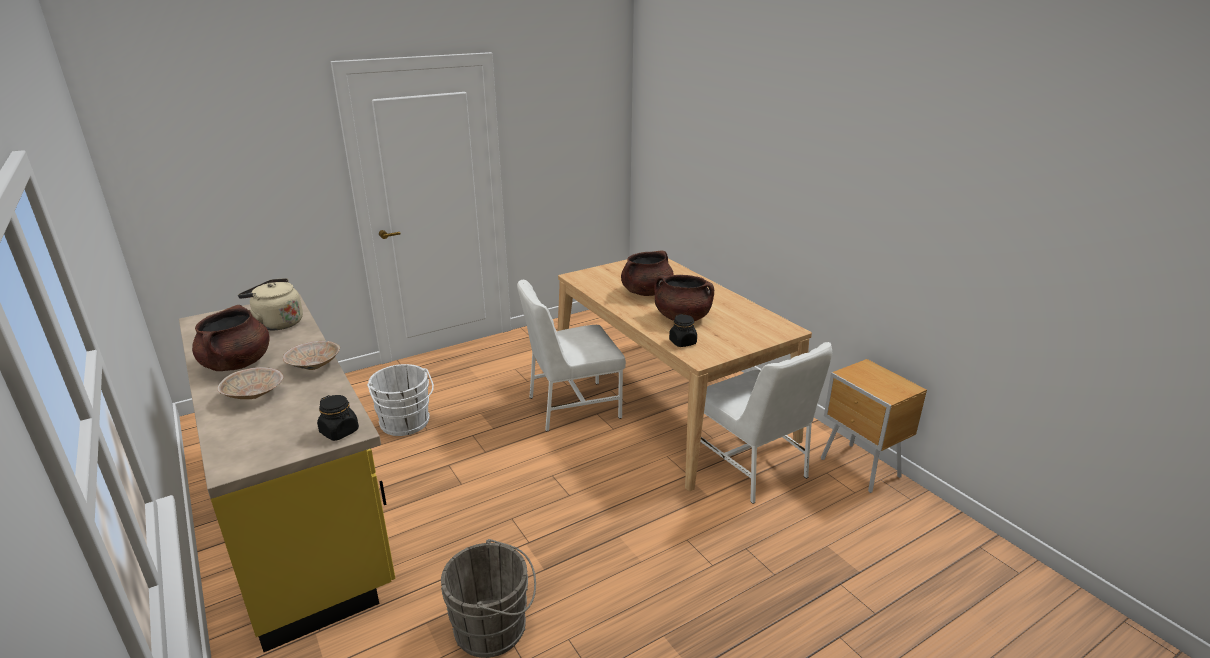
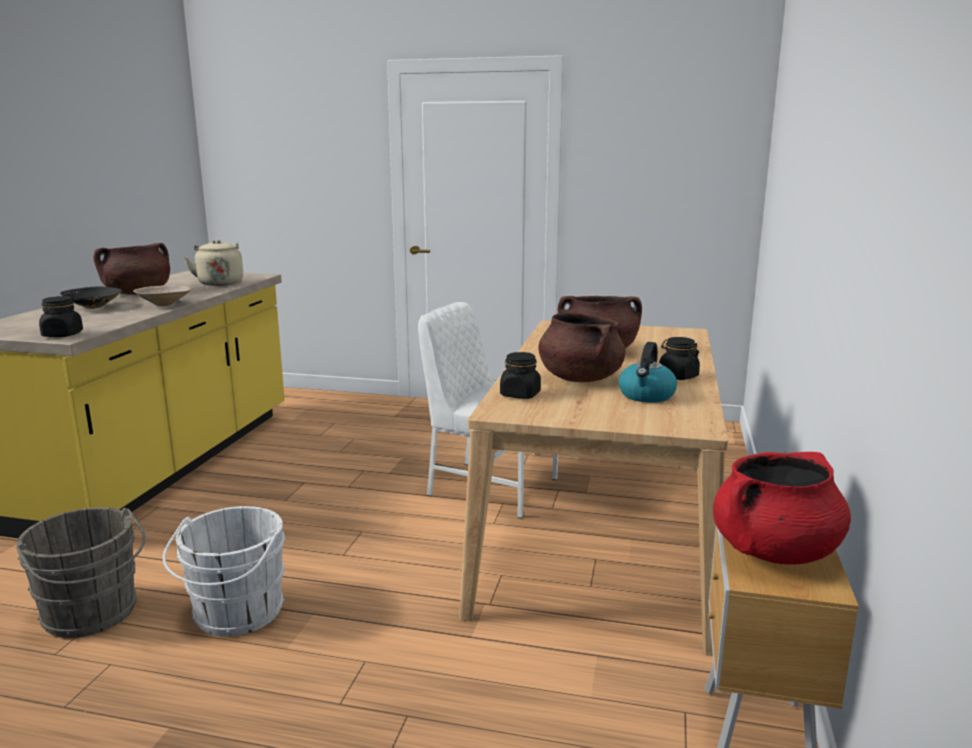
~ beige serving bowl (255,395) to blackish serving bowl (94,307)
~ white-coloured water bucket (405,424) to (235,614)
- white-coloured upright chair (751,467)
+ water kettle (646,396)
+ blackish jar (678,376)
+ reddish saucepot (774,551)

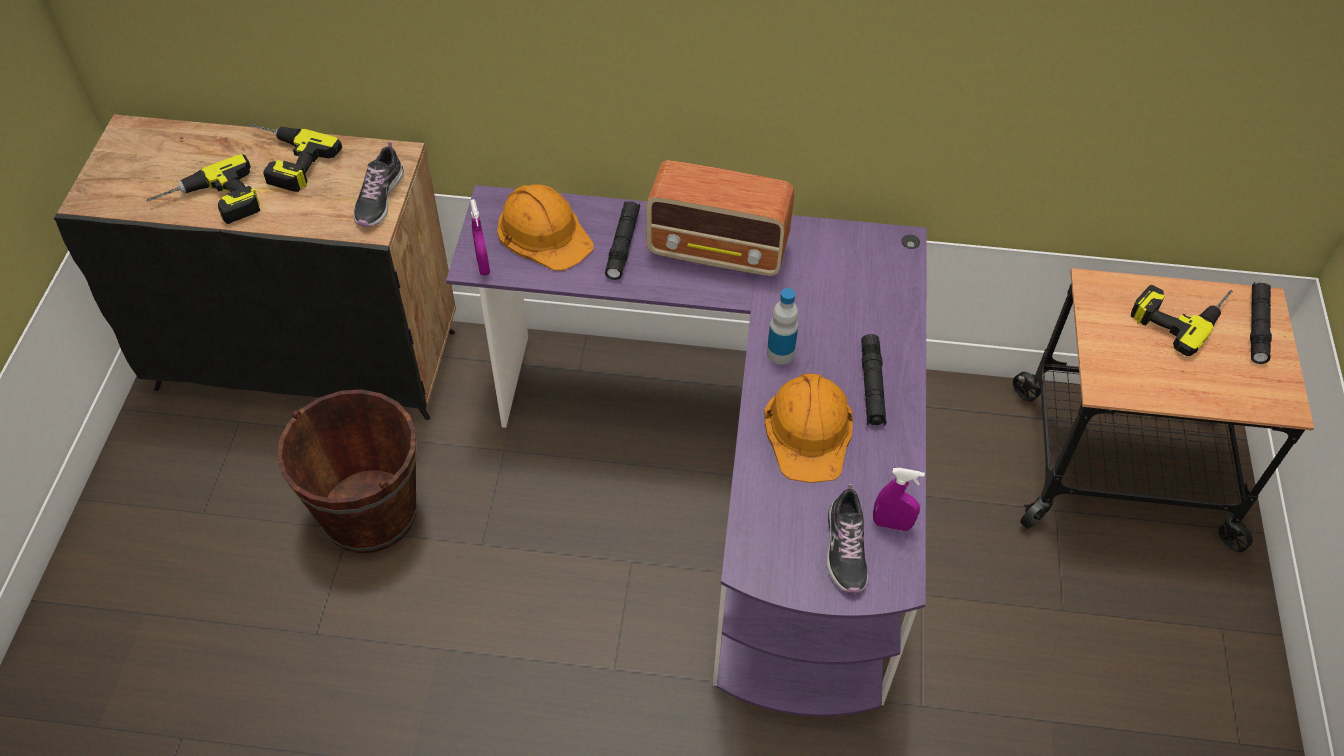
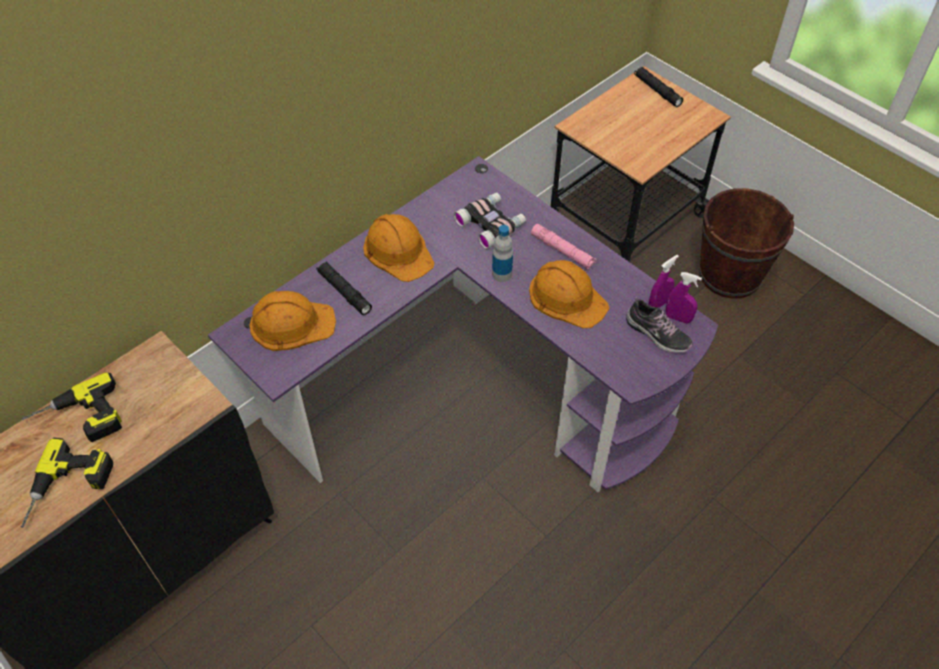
~ brown water bucket (370,512) to (729,275)
- shoe (379,198)
~ purple-coloured hand sprayer (483,265) to (678,318)
~ radio (719,250) to orangey hard hat (398,251)
~ blackish flashlight (872,386) to pink flashlight (562,251)
- power drill (1180,312)
+ field glasses (491,224)

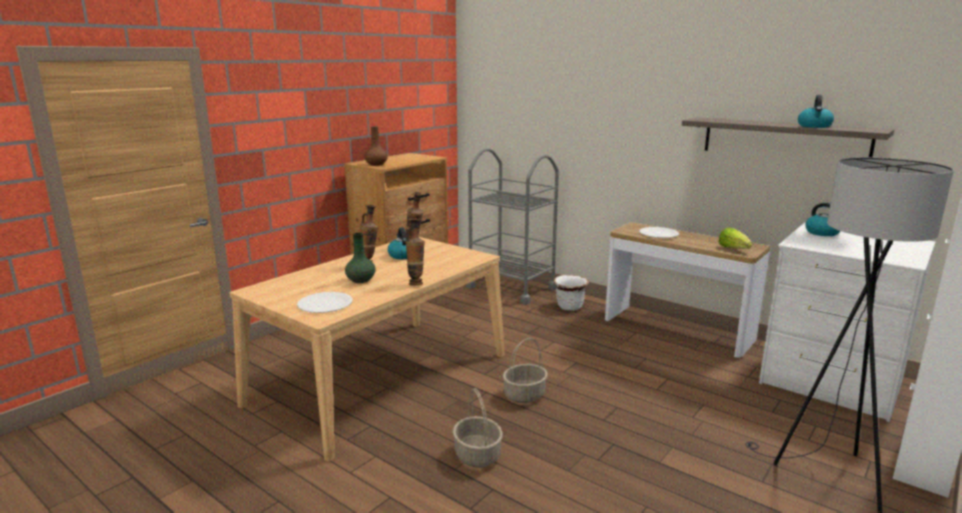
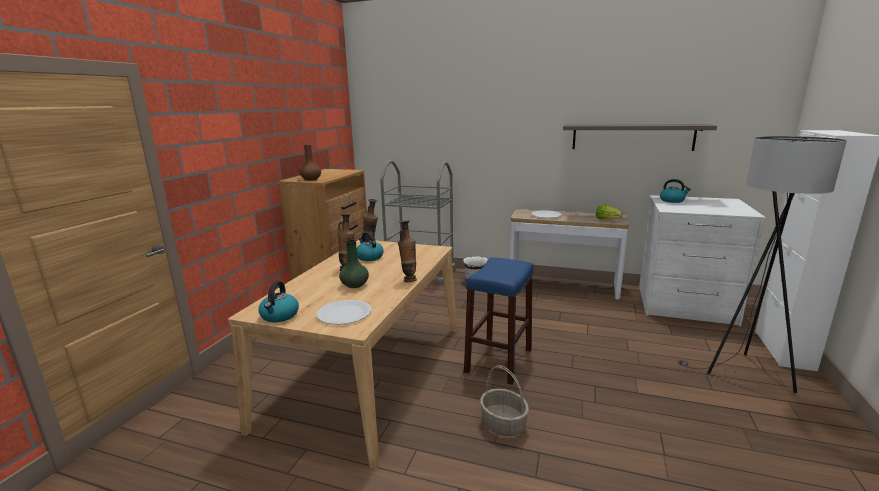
~ basket (524,395) to blue sitting stool (499,360)
~ water kettle (814,126) to (279,316)

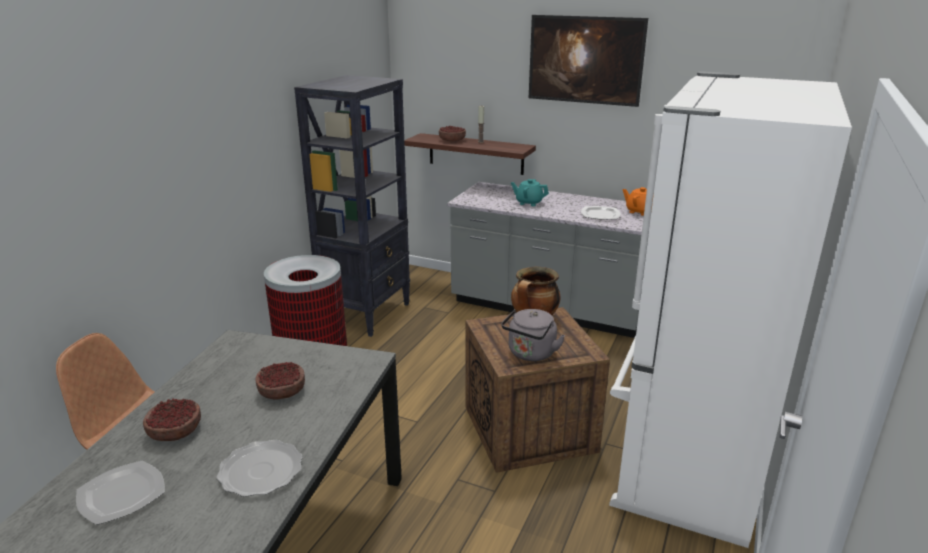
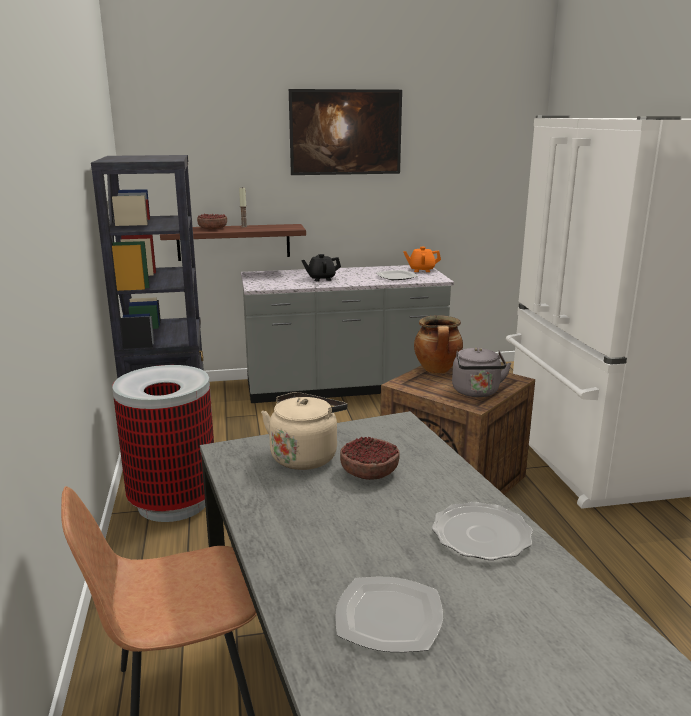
- serving bowl (176,431)
~ turquoise pot for tea (529,203) to blackish pot for tea (321,279)
+ beige water kettle (305,456)

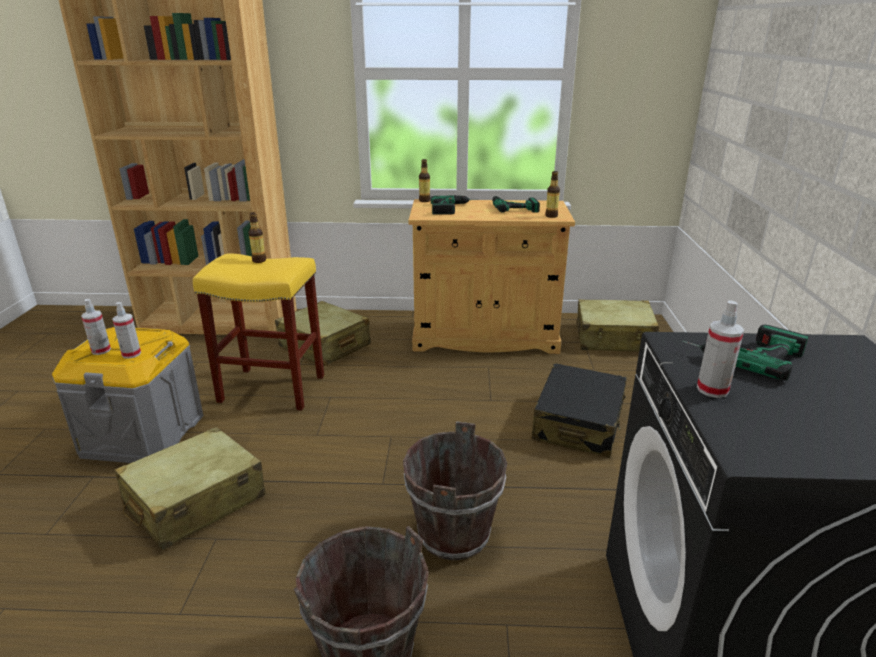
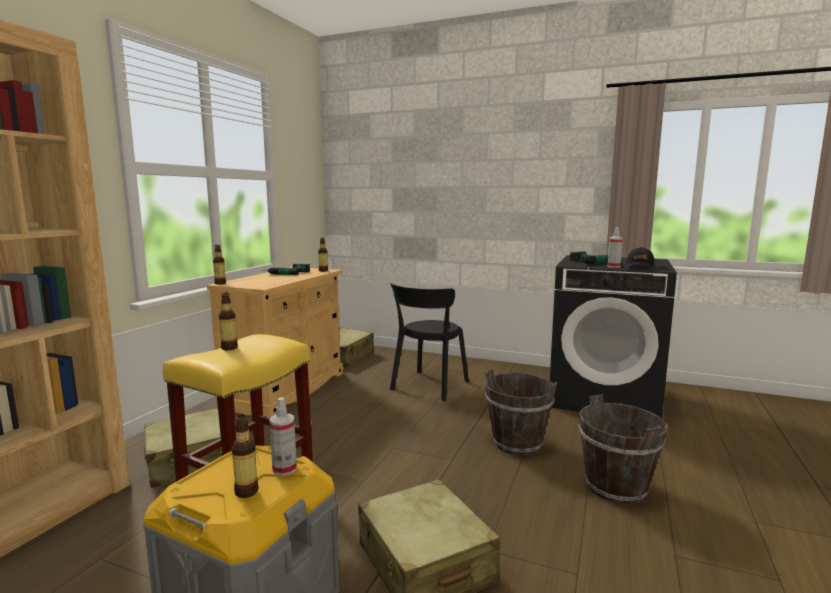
~ hand sprayer (101,350) to drink bottle (246,492)
- power drill (455,208)
~ blackish travel case (578,423) to blackish upright chair (428,387)
+ blackish cap (639,266)

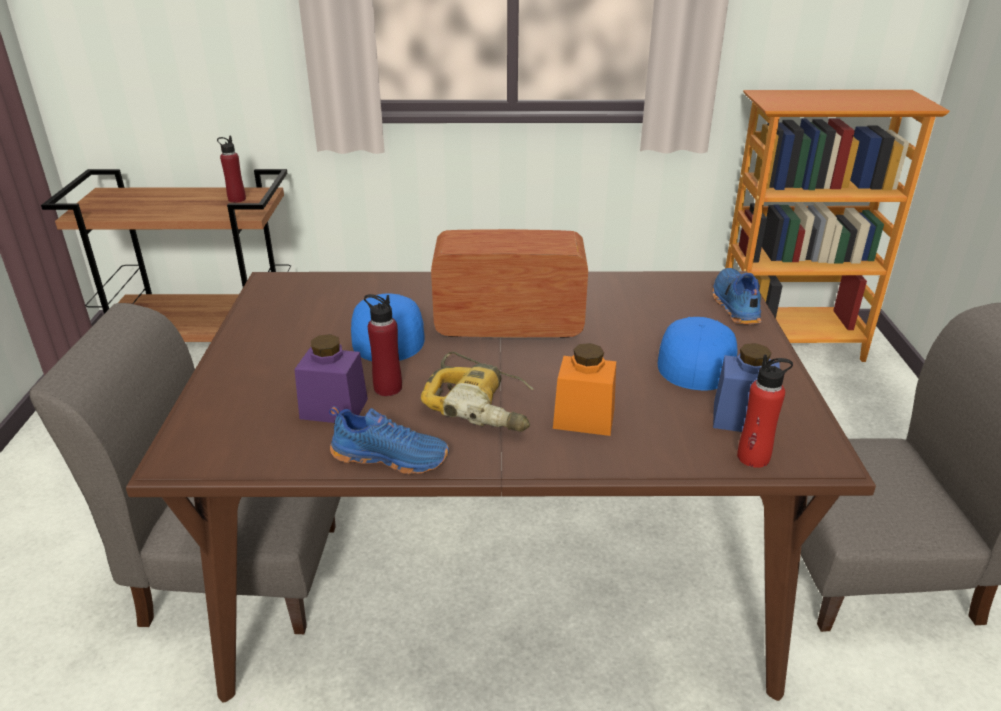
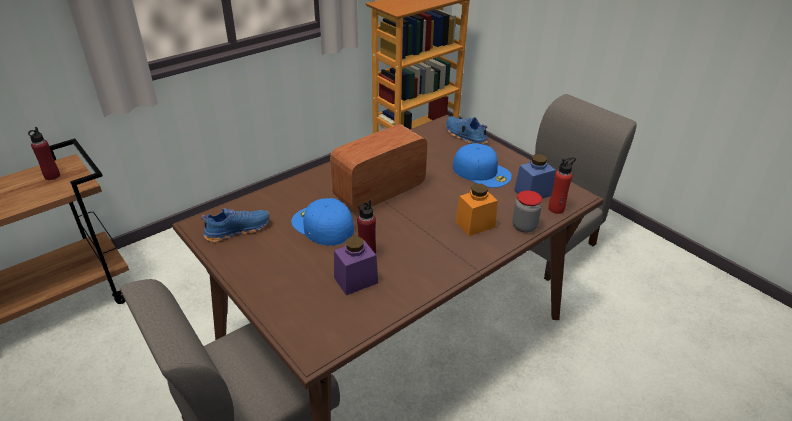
~ blue shoe (391,457) to (237,230)
- power drill (482,404)
~ blue cap (696,358) = (482,172) 150 degrees clockwise
+ jar (524,226)

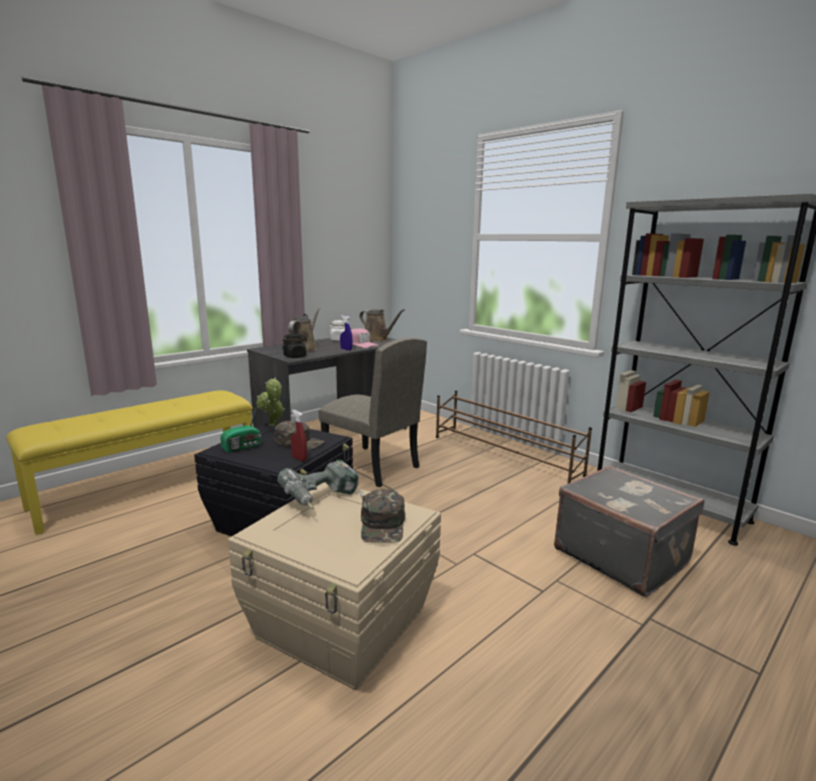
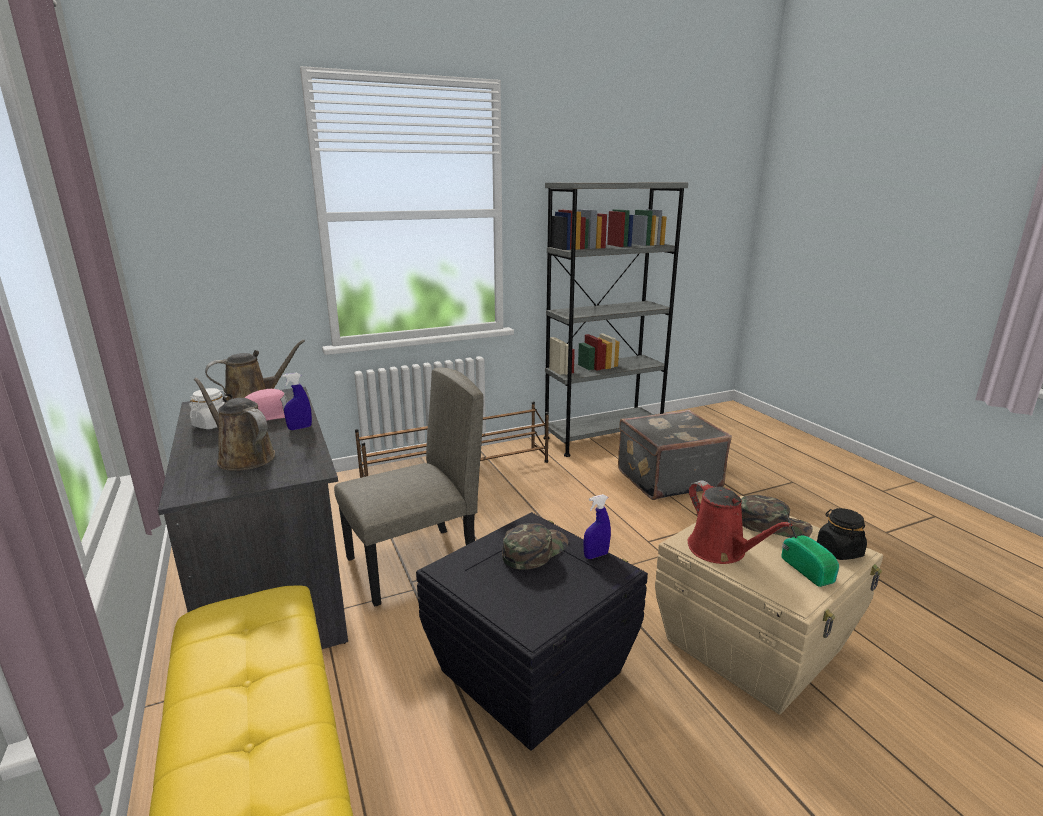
~ radio (243,447) to (806,569)
- plant in a pot (273,425)
~ power drill (323,500) to reddish watering can (720,551)
~ blackish jar (295,356) to (839,551)
~ reddish hand sprayer (299,459) to blue hand sprayer (596,555)

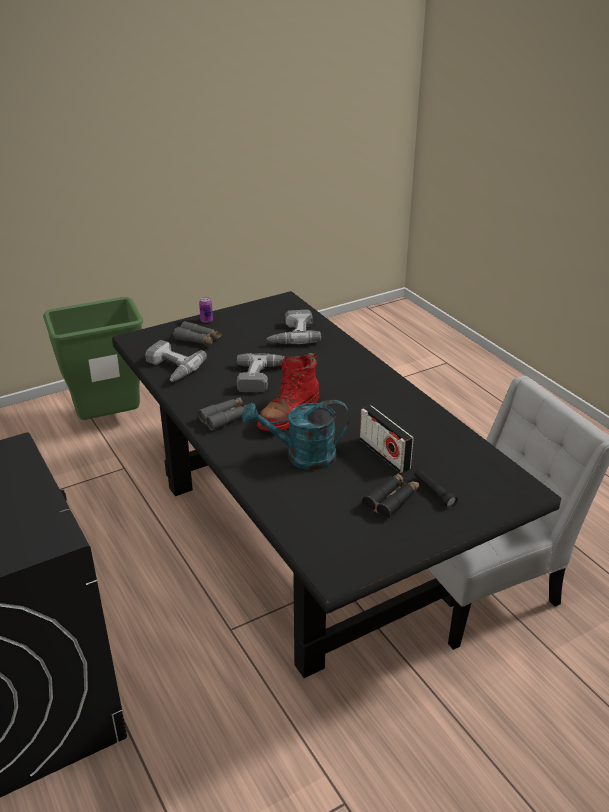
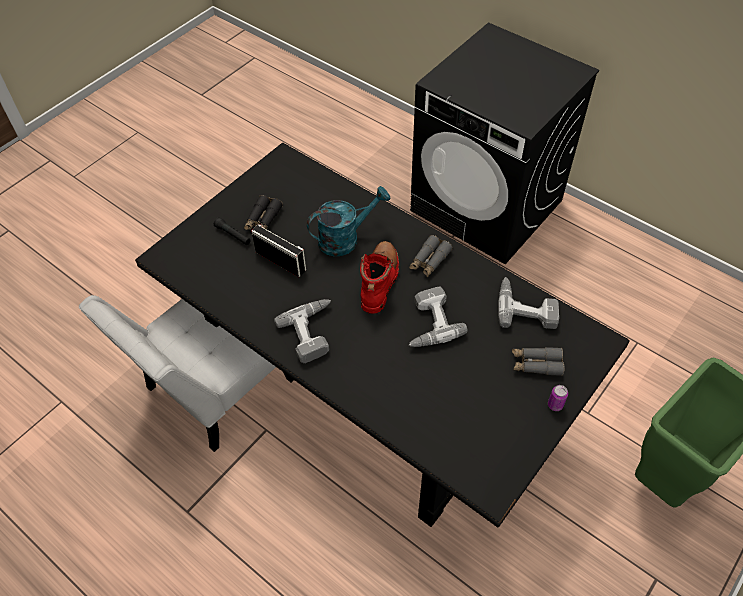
~ power drill (291,334) to (313,332)

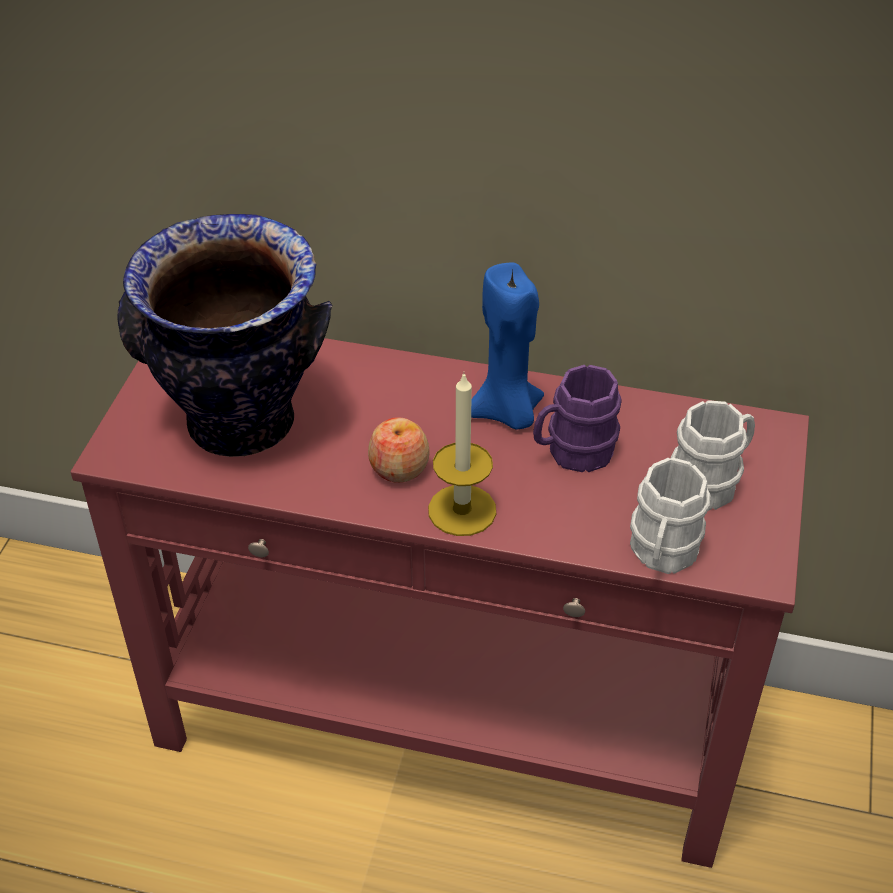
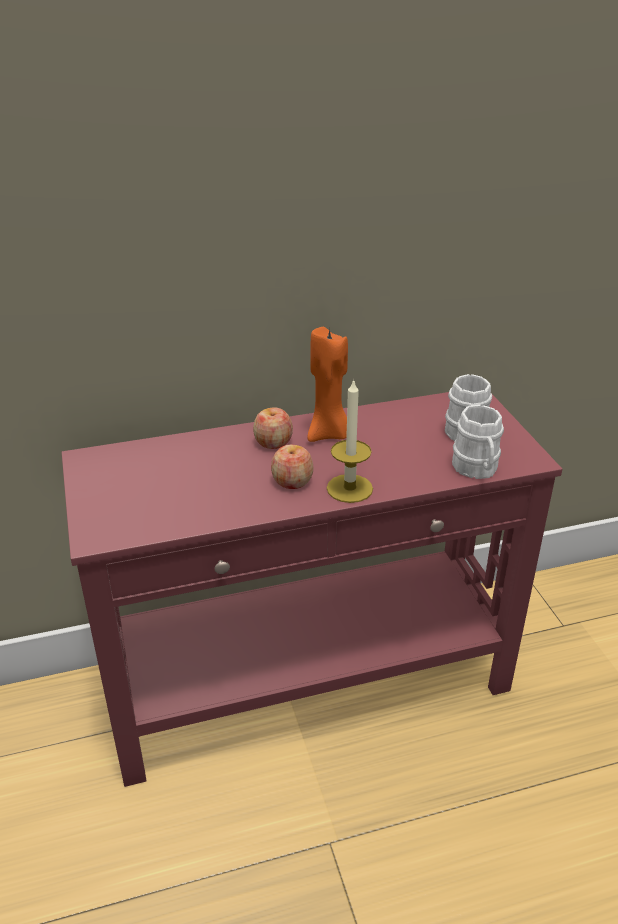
- flower vase (241,425)
~ blue candle (507,413) to orangey candle (329,434)
- purple-coloured tea mug (573,452)
+ apple fruit (273,442)

